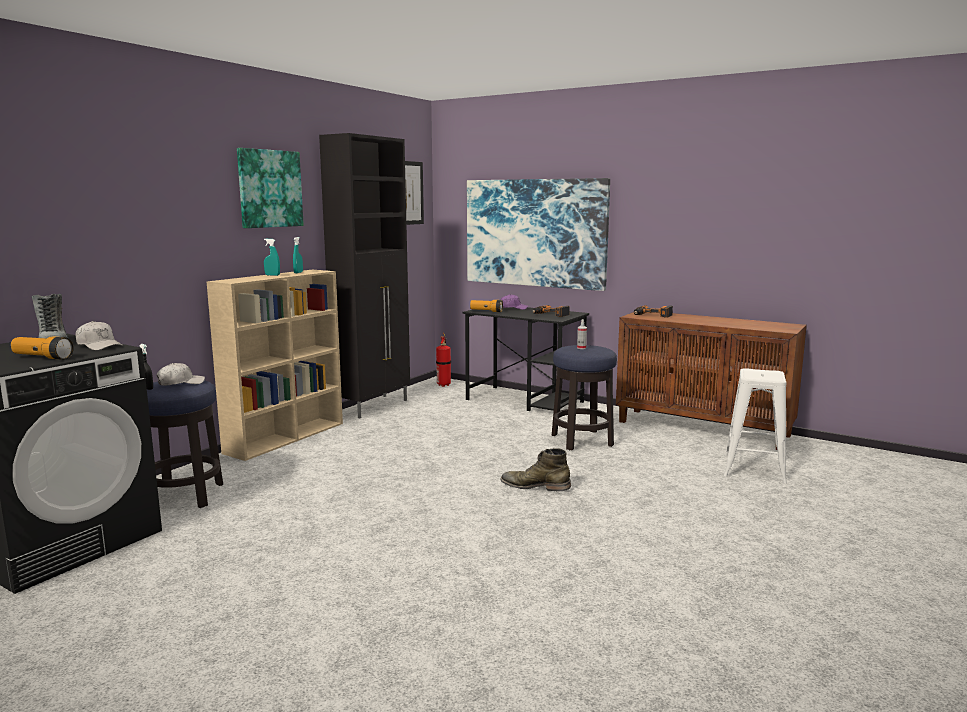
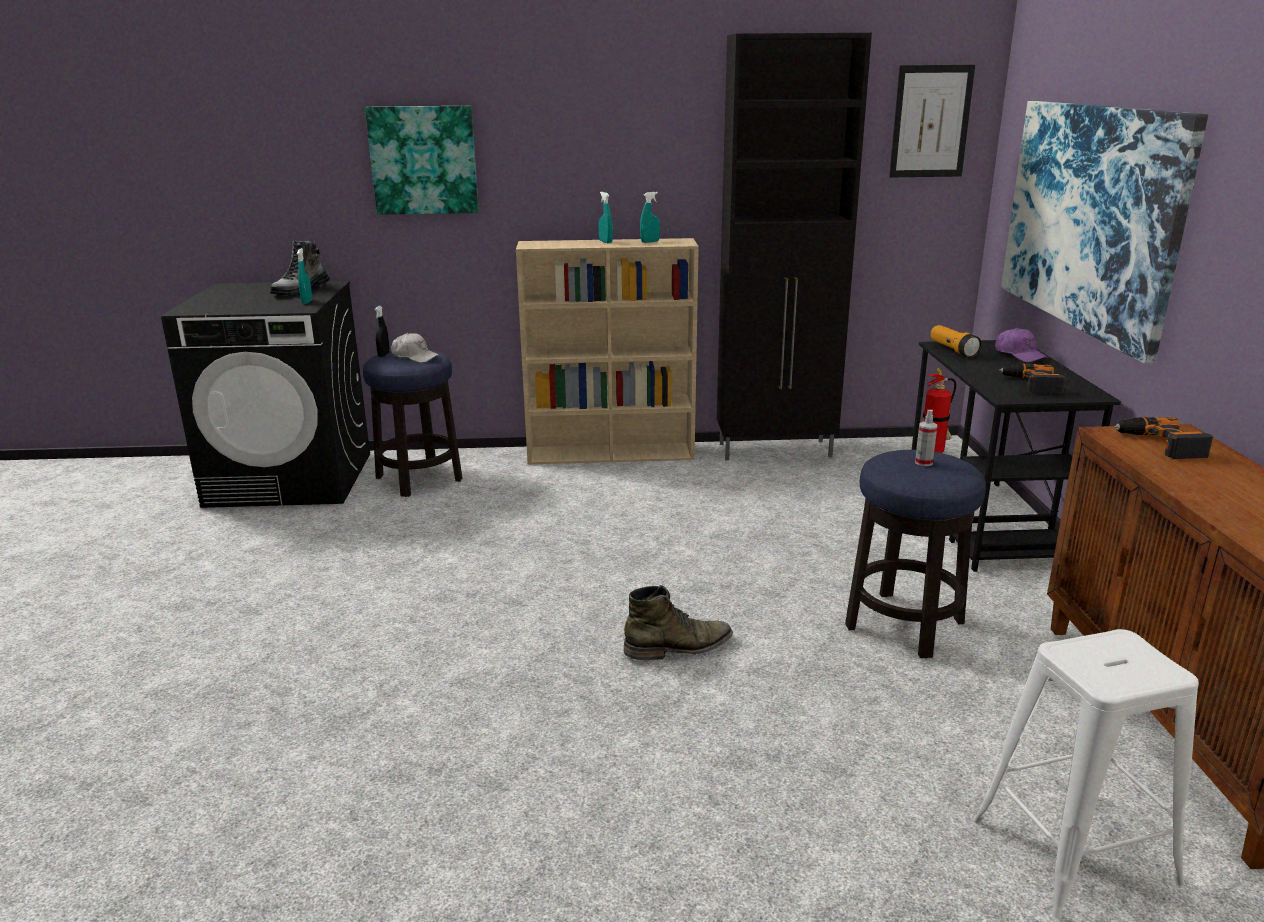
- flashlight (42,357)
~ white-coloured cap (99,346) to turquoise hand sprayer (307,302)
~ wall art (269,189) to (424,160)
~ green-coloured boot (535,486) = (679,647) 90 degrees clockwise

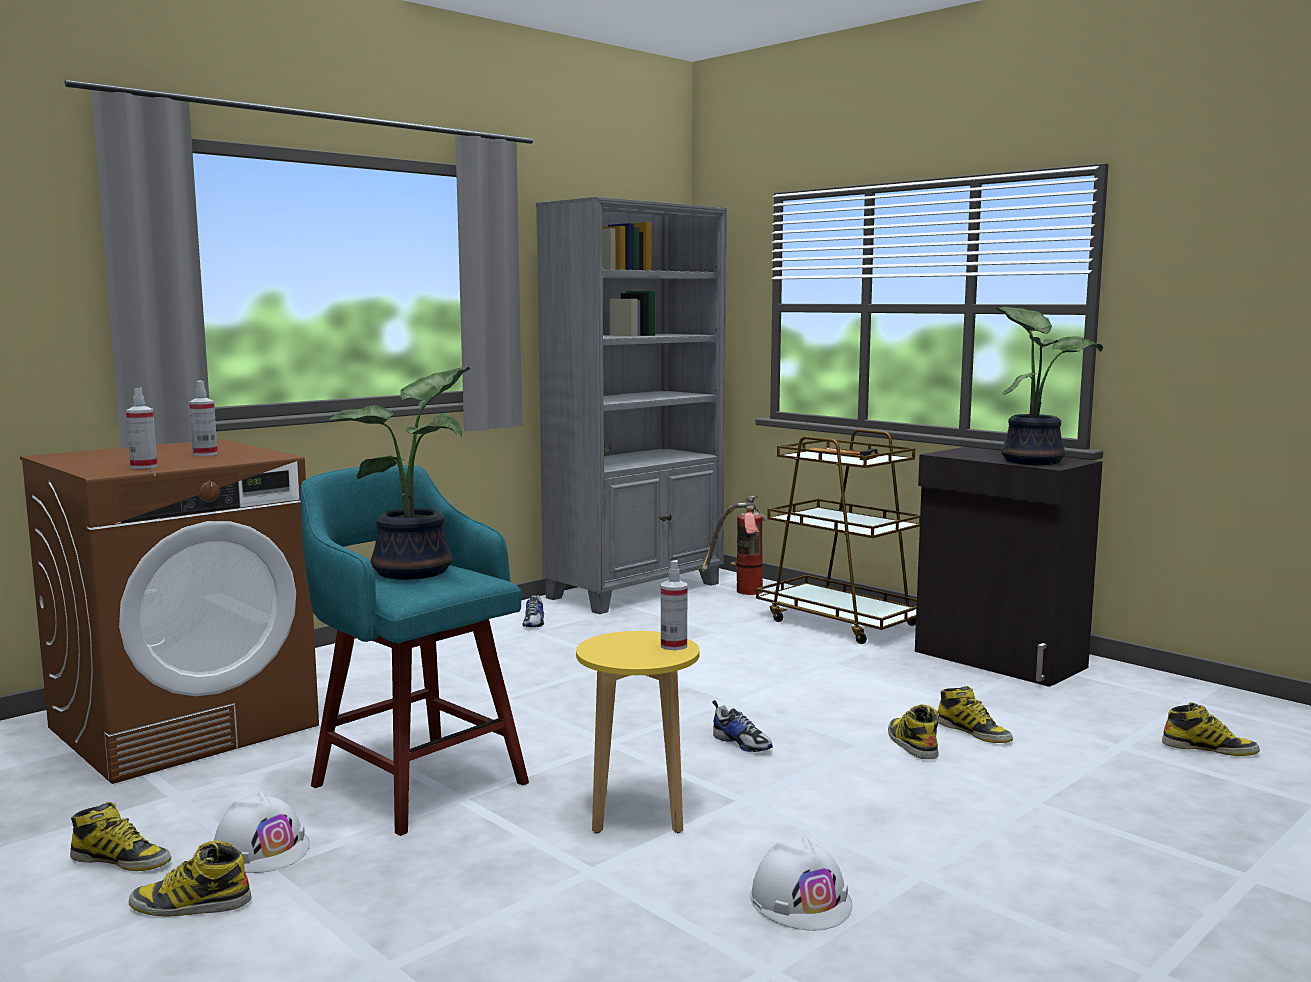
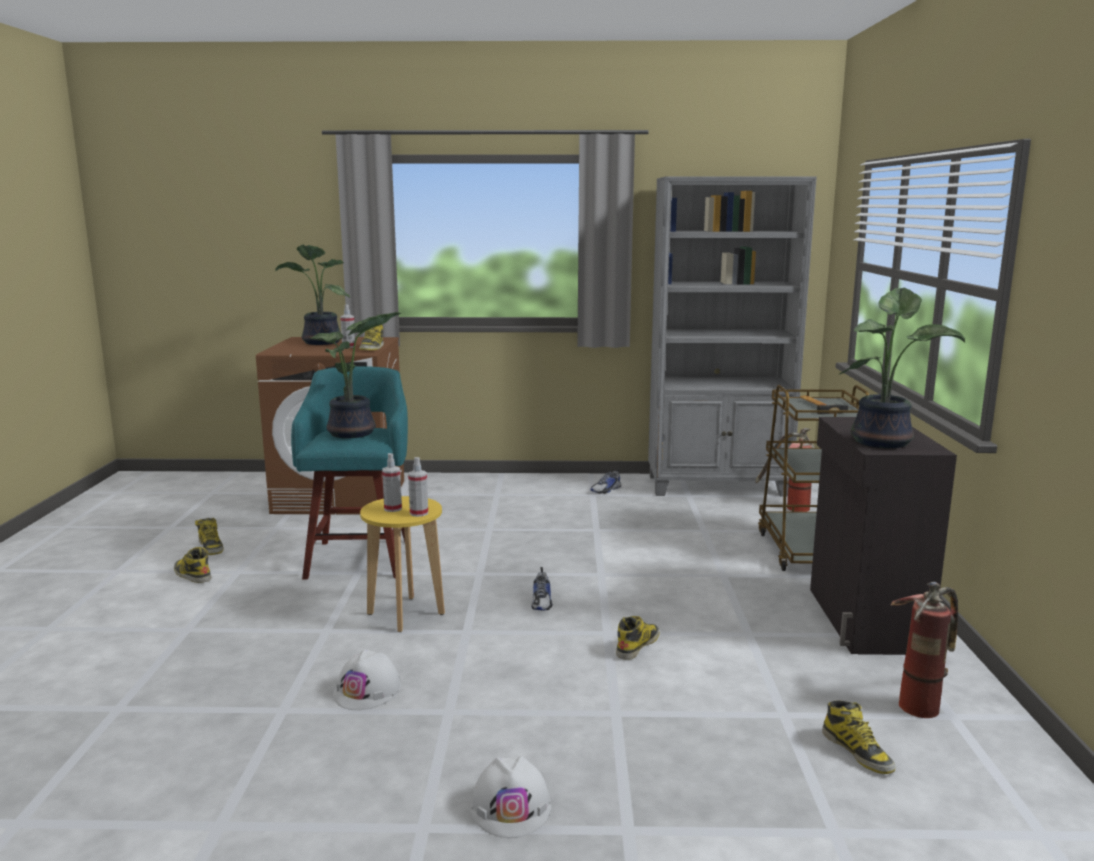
~ hand sprayer (144,467) to (393,508)
~ white-coloured hard hat (261,850) to (511,807)
~ boot (974,732) to (372,348)
+ plant in a pot (319,342)
+ extinguisher (921,700)

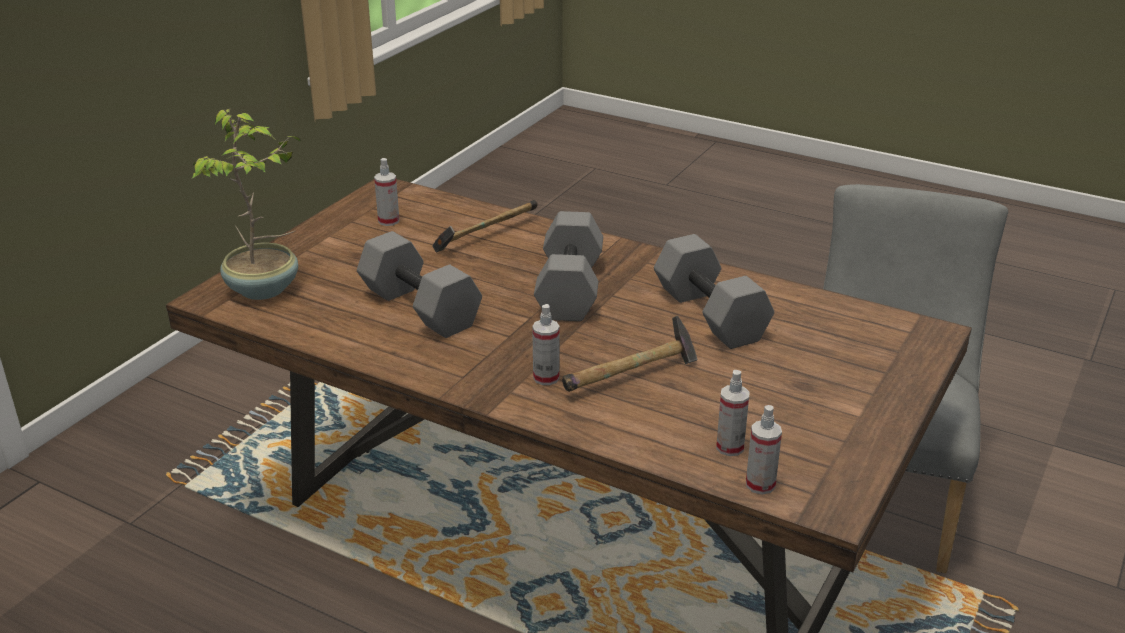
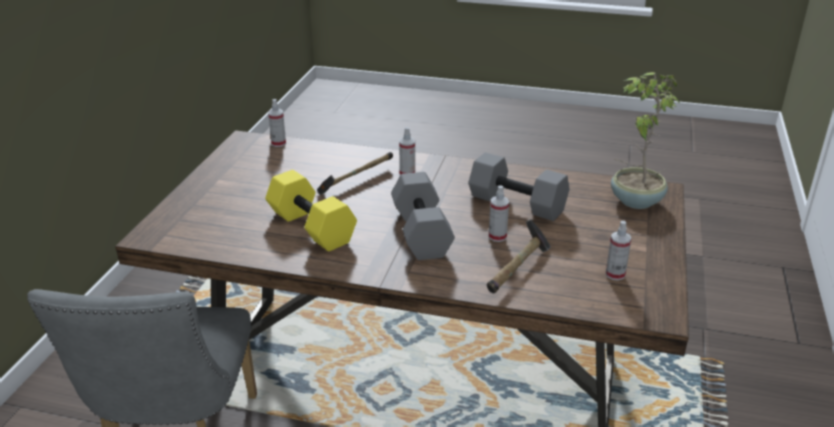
~ greyish free weight (712,314) to yellow-coloured free weight (309,227)
~ hand sprayer (730,447) to (497,237)

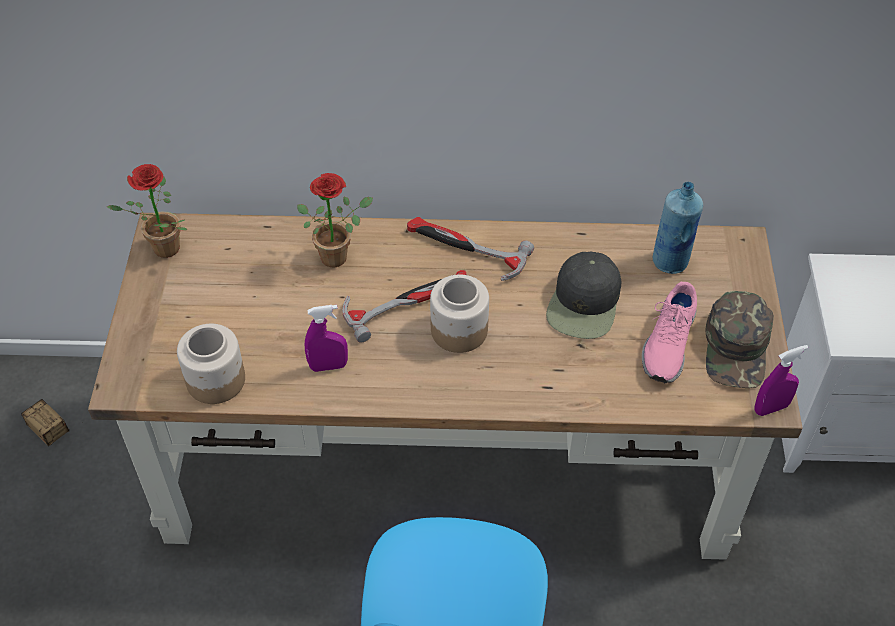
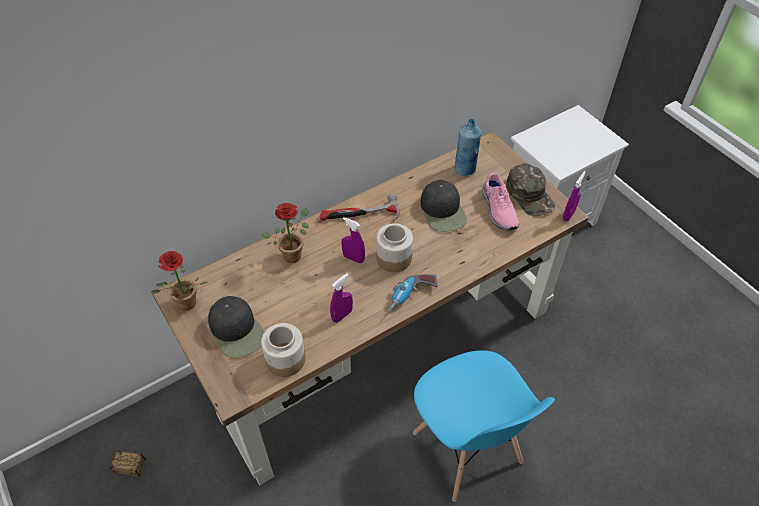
~ tool hammer (407,302) to purple-coloured hand sprayer (353,258)
+ blackish cap (237,331)
+ power drill (411,297)

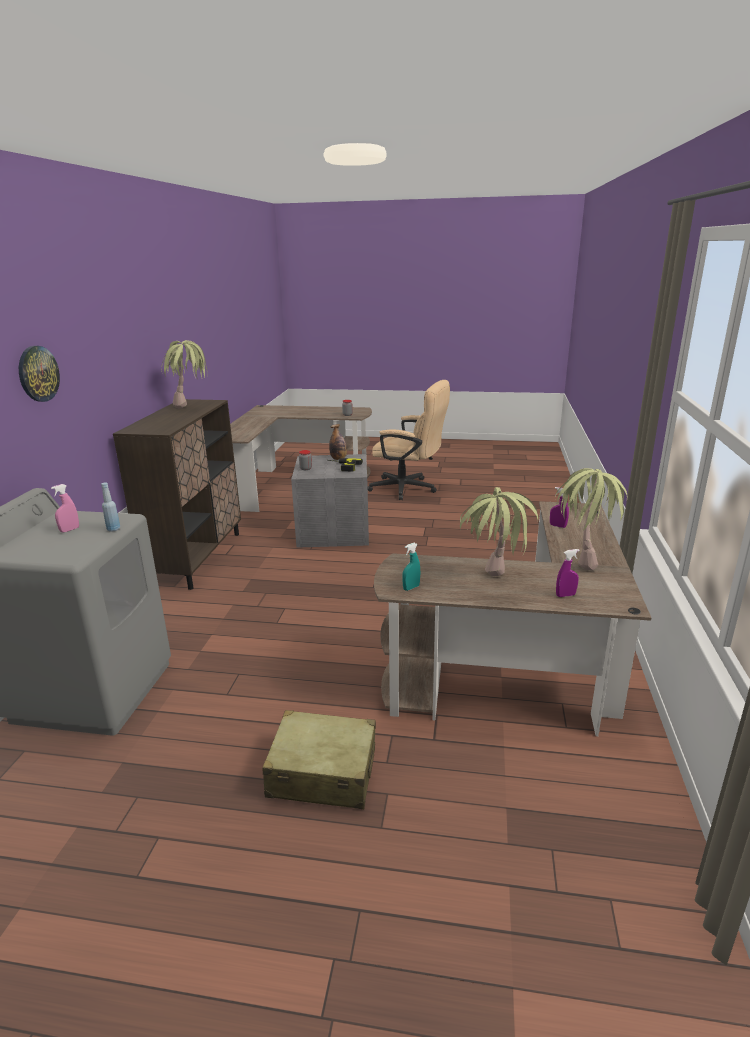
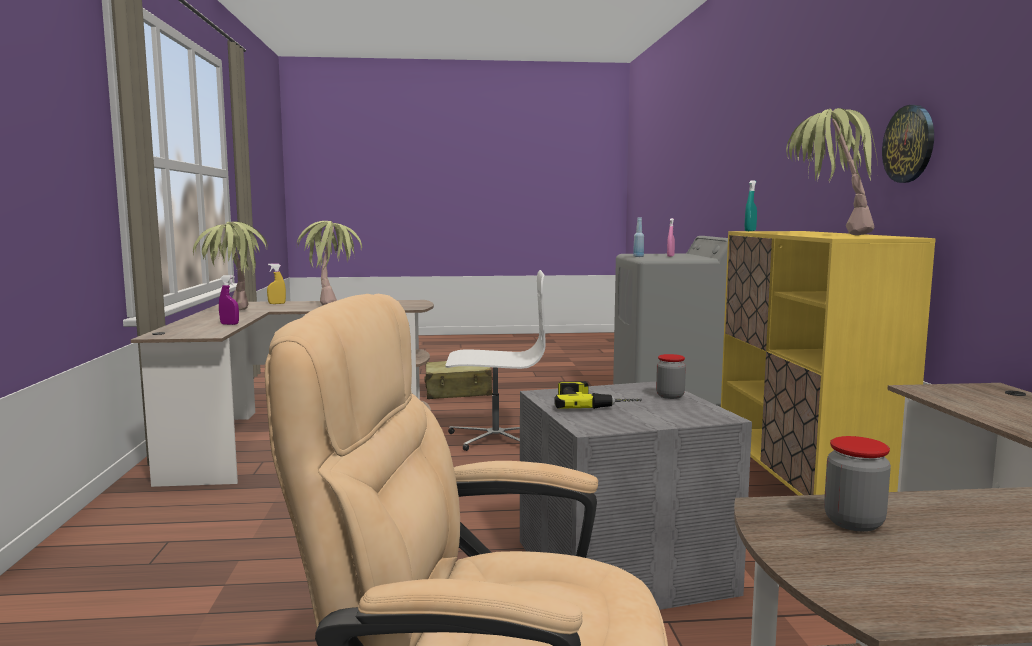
~ hanging clock (38,373) to (909,144)
~ brown cabinet (197,557) to yellow-coloured cabinet (801,491)
- drink bottle (338,459)
~ turquoise hand sprayer (411,588) to (750,231)
~ purple-coloured hand sprayer (565,595) to yellow-coloured hand sprayer (277,303)
+ white-coloured computer chair (495,437)

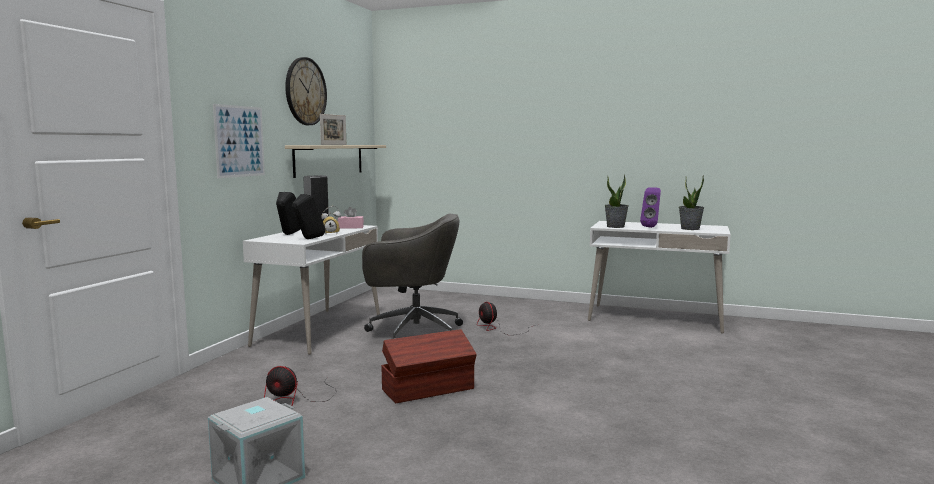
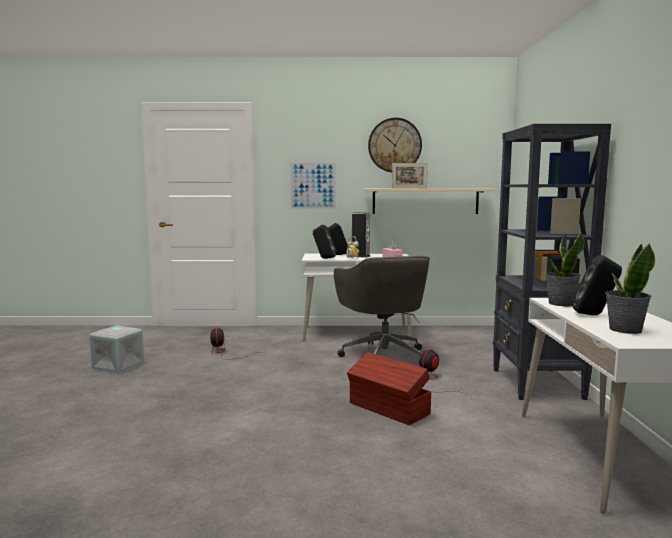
~ brown storage container (429,389) to (388,409)
~ purple-coloured loudspeaker (651,227) to blackish loudspeaker (594,315)
+ blackish bookcase (537,384)

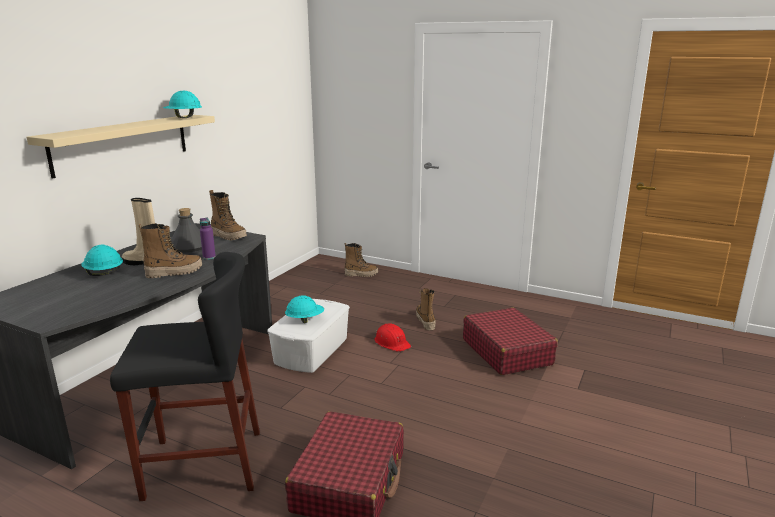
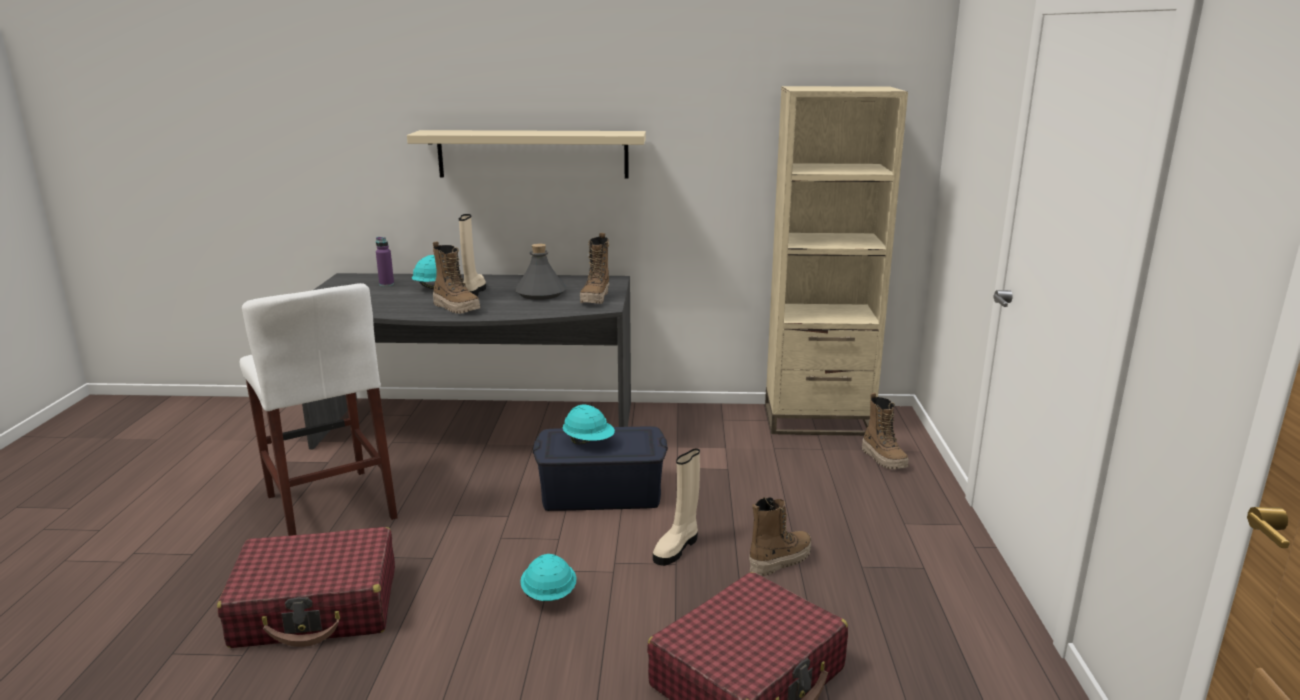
~ blackish sitting stool (203,464) to white-coloured sitting stool (330,506)
~ turquoise hard hat (183,118) to (548,595)
~ purple-coloured drink bottle (209,257) to (386,284)
~ white-coloured storage container (311,350) to blue storage container (601,492)
~ reddish hard hat (392,342) to beige boot (677,548)
+ beige bookcase (817,420)

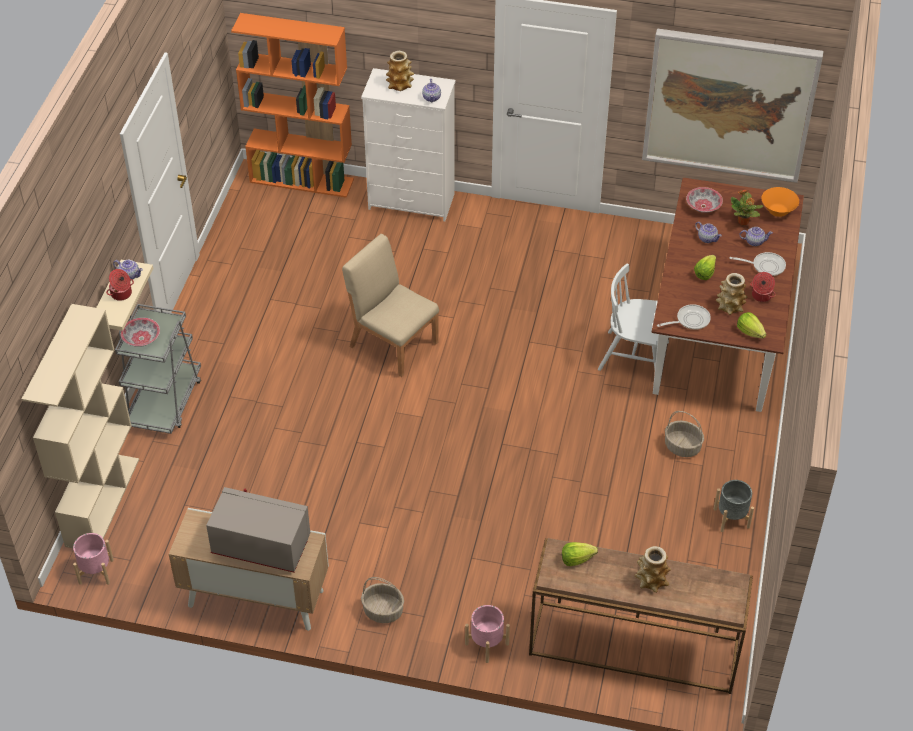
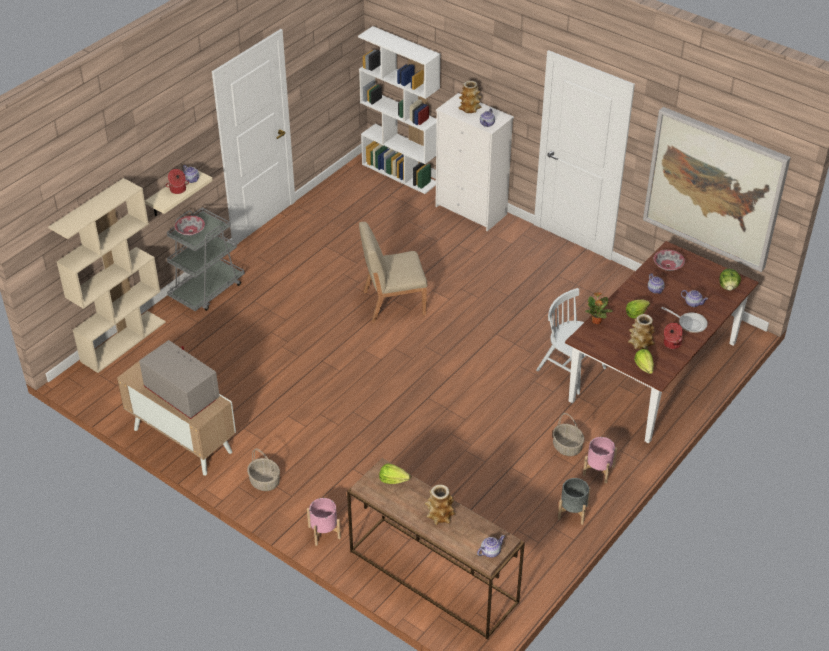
~ pink flower pot (96,571) to (598,470)
~ orangey bookcase (302,180) to white-coloured bookcase (400,173)
~ beige upright chair (393,343) = (393,303) 75 degrees counterclockwise
- skillet (690,320)
~ plant in a pot (743,222) to (596,321)
~ orangey serving bowl (778,211) to head of lettuce (728,287)
+ pot for tea (490,552)

